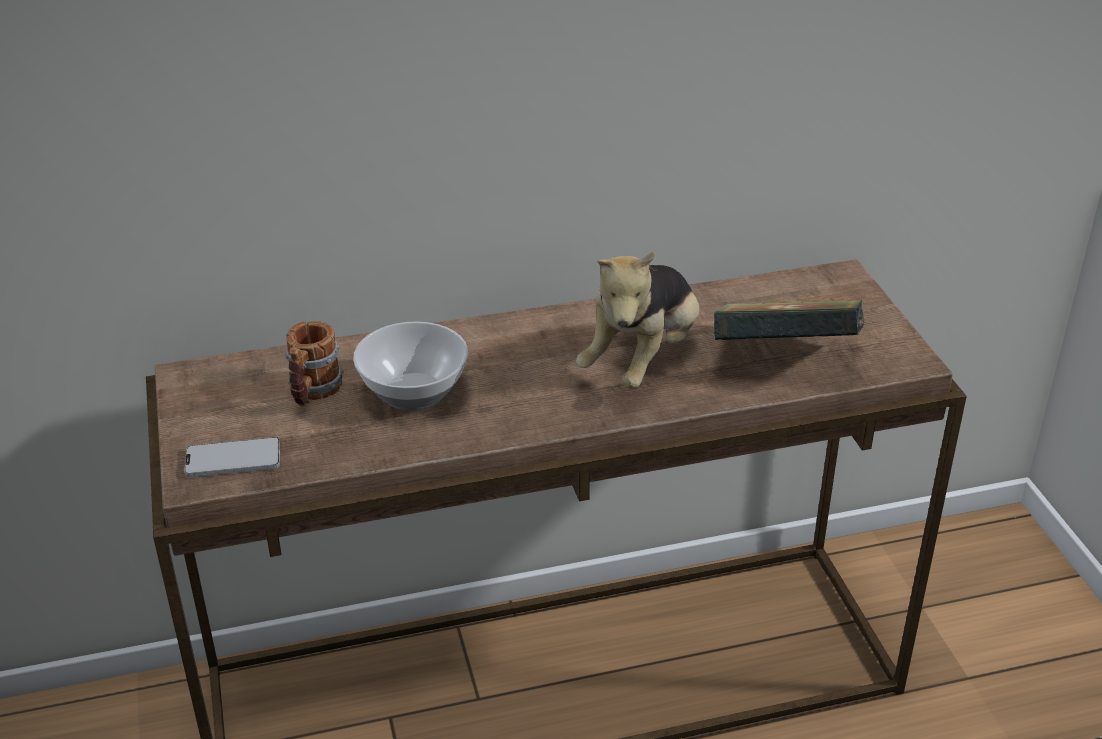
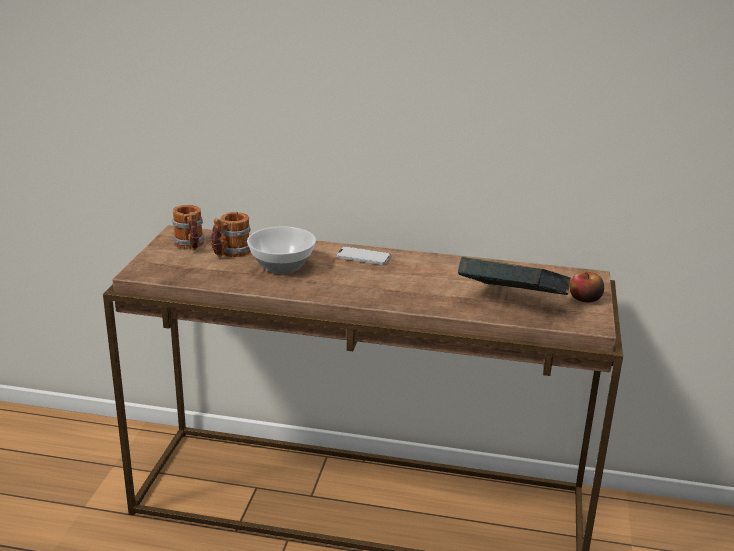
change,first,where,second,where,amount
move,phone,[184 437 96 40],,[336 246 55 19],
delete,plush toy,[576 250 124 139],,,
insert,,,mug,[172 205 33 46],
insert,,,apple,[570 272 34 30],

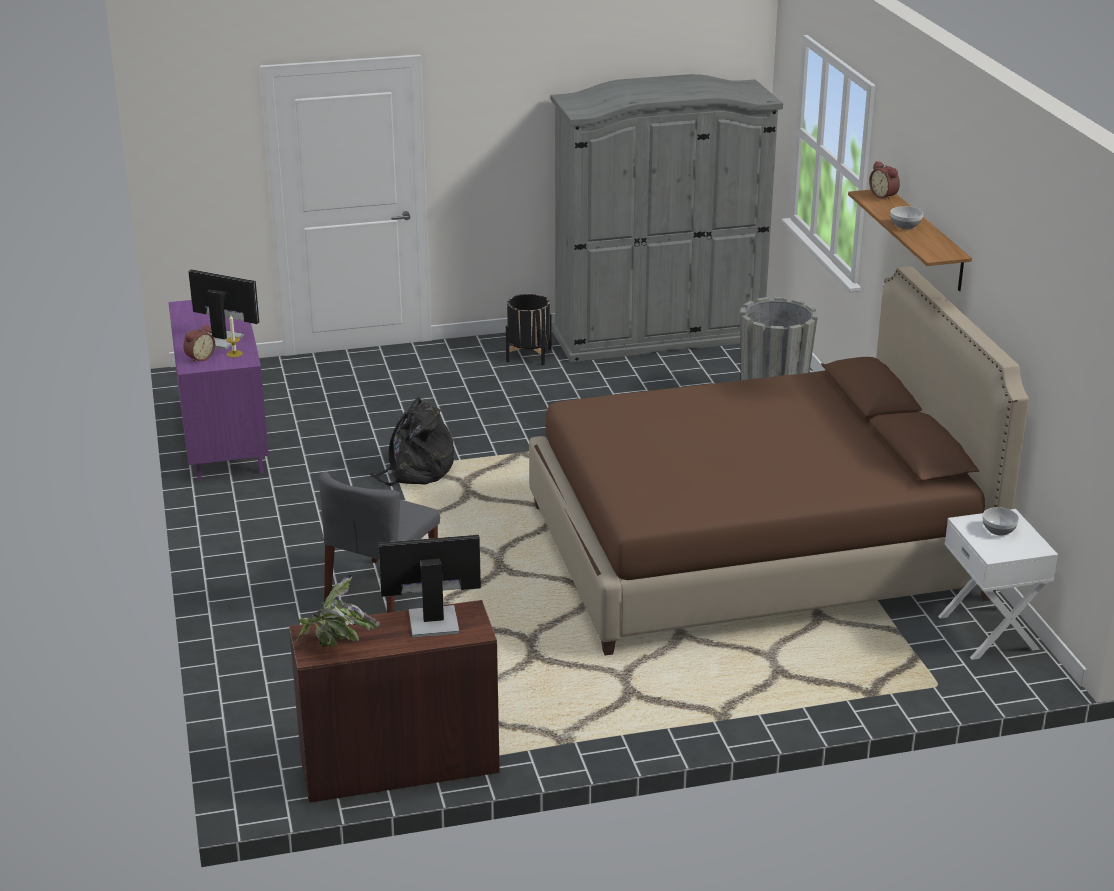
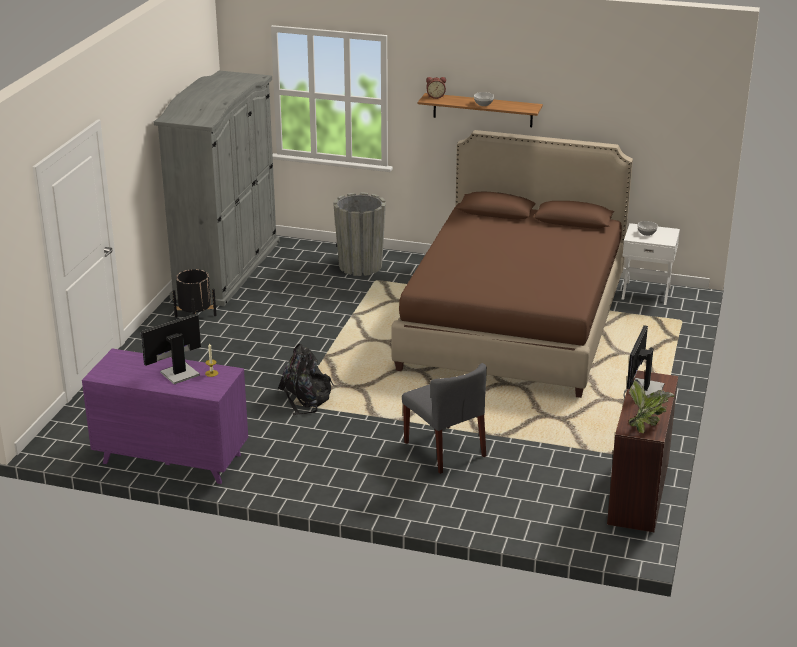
change,first,where,second,where,amount
delete,alarm clock,[183 325 32 38],,,

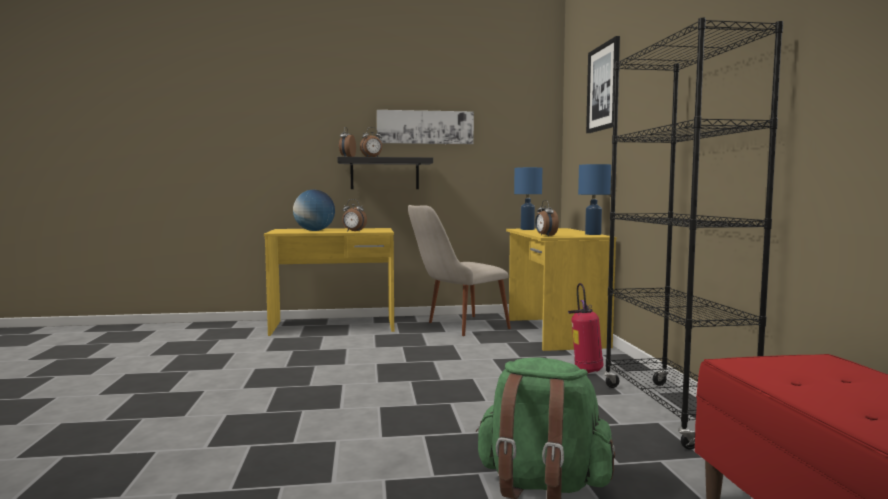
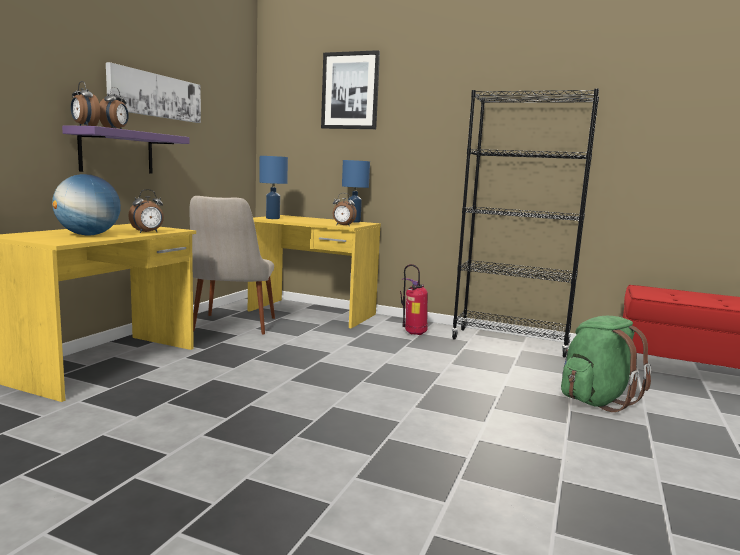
change,first,where,second,where,amount
recolor,black shelf,[337 157 96 32],purple shelf,[62 125 128 49],

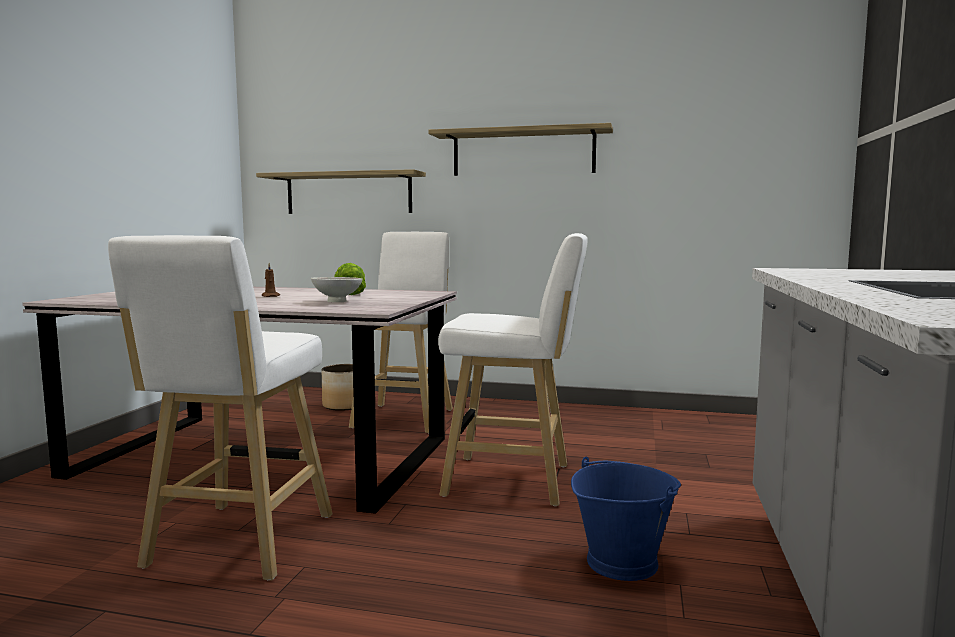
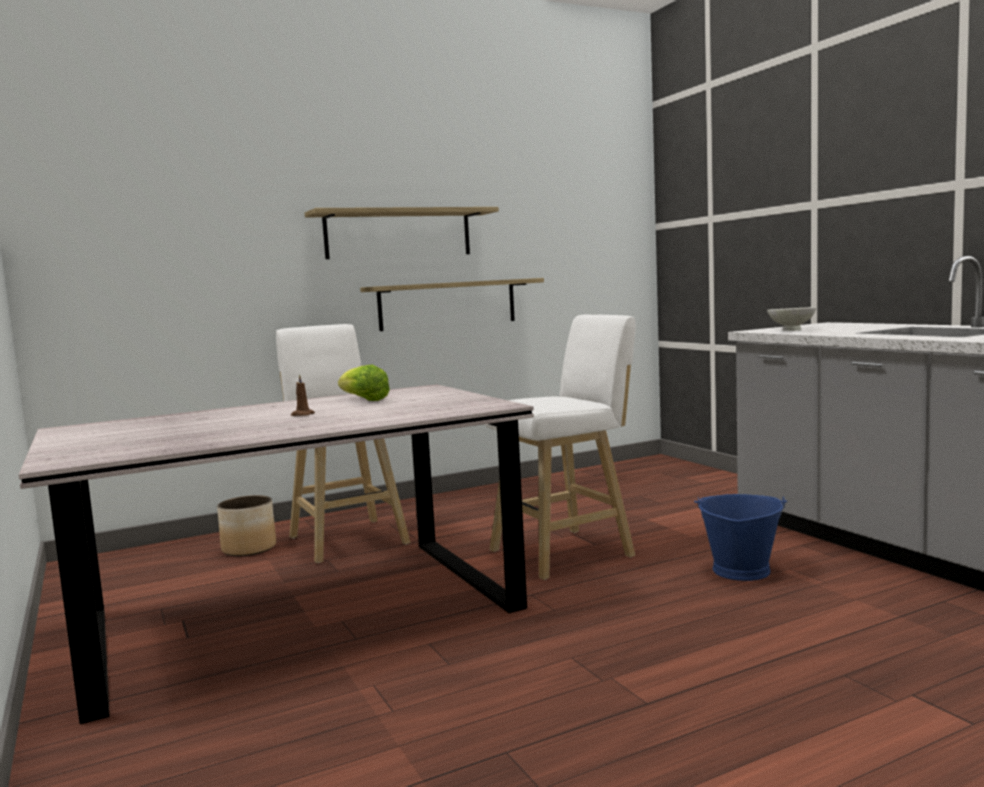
change,first,where,second,where,amount
delete,white stool,[108 235 225 346],,,
move,shelf,[256 169 170 45],,[360 278 184 53],
move,white bowl,[311 277 51 25],,[767 307 50 24],

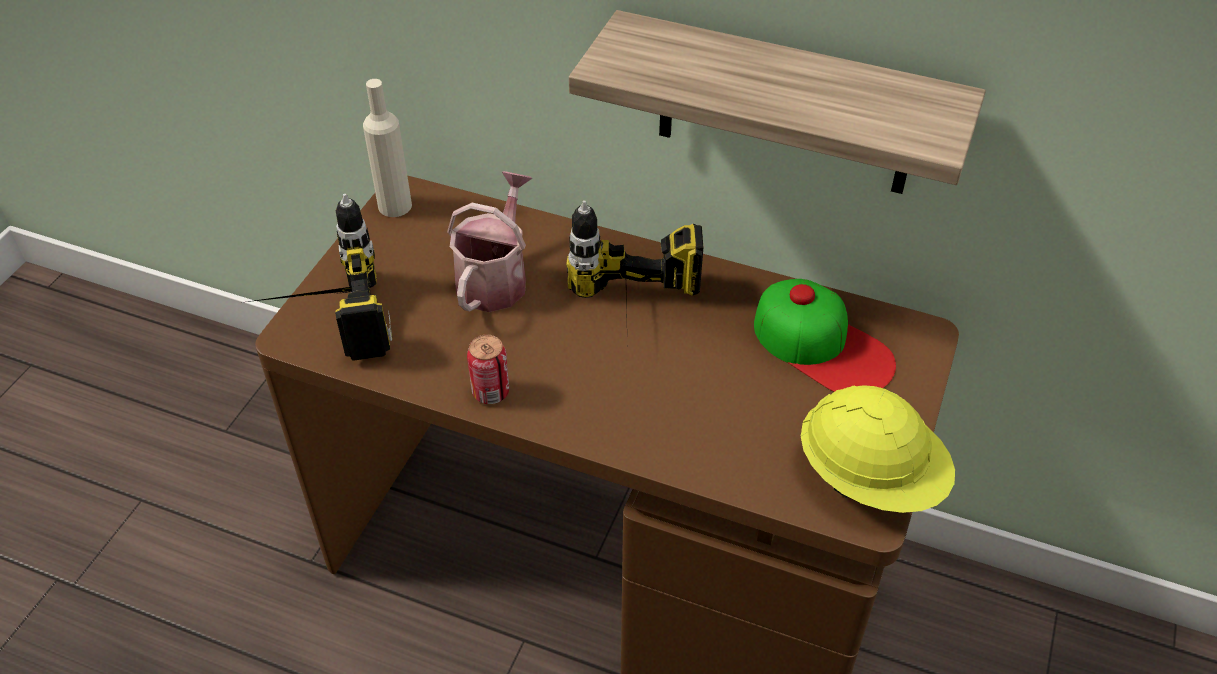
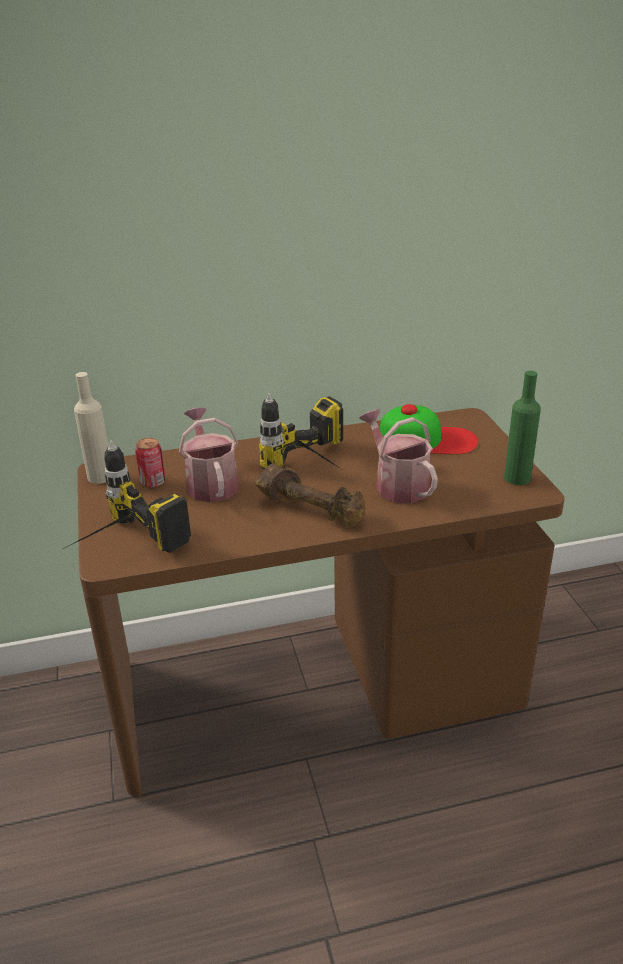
change,first,where,second,where,amount
move,can,[467 335 42 69],,[135 438 30 50],
delete,shelf,[569 10 417 184],,,
replace,yellow hard hat,[801 385 154 128],green bottle,[504 371 37 114],
insert,,,brown dumbbell,[255 463 110 64],
insert,,,watering can,[360 409 78 94],

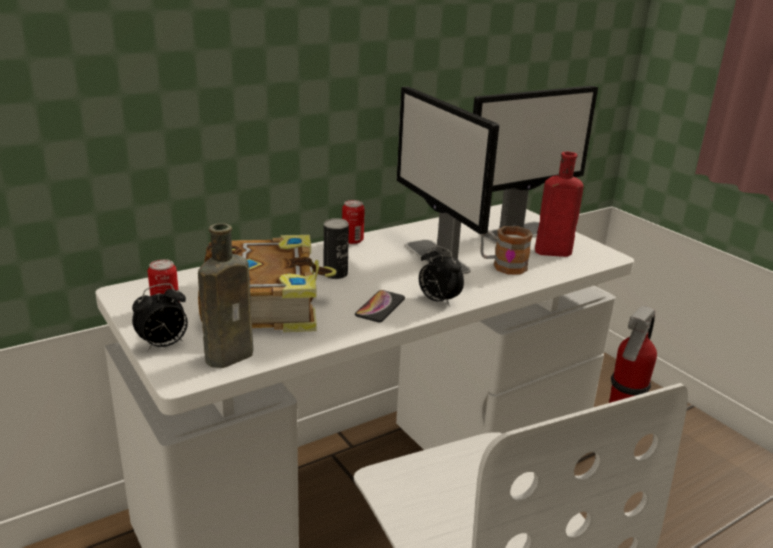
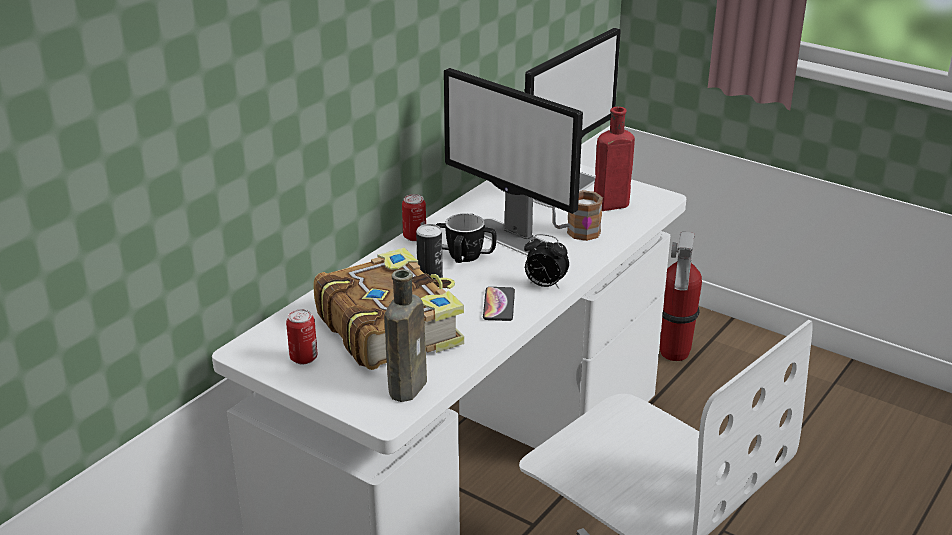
change,first,where,second,where,amount
delete,alarm clock,[132 283 56 68],,,
insert,,,mug,[436 213 60 50],

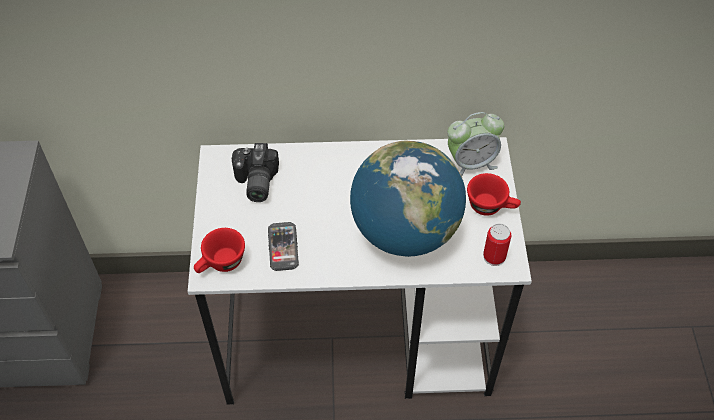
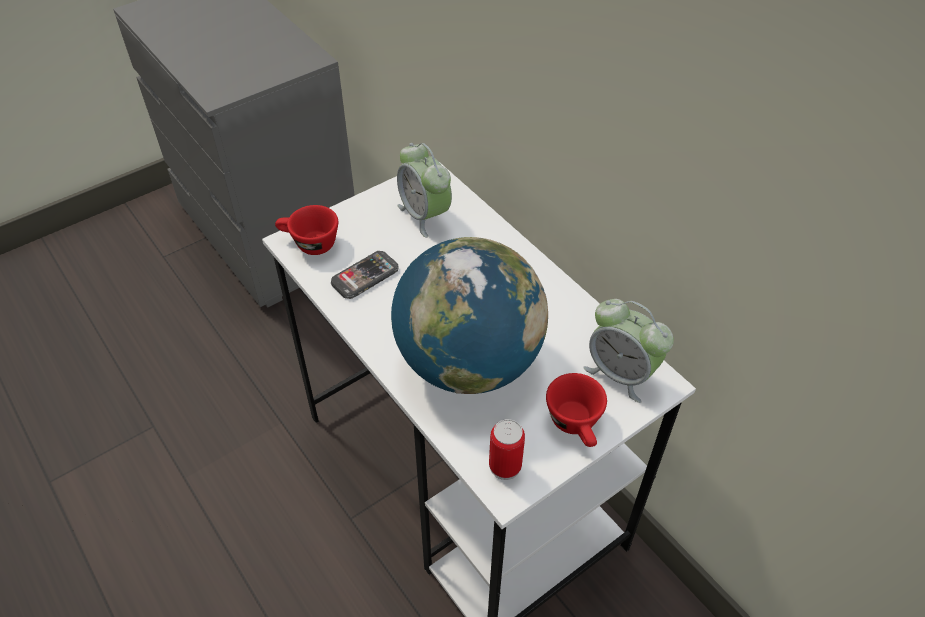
change,first,where,second,where,amount
replace,photo camera,[232 143 47 59],alarm clock,[397 143 55 95],

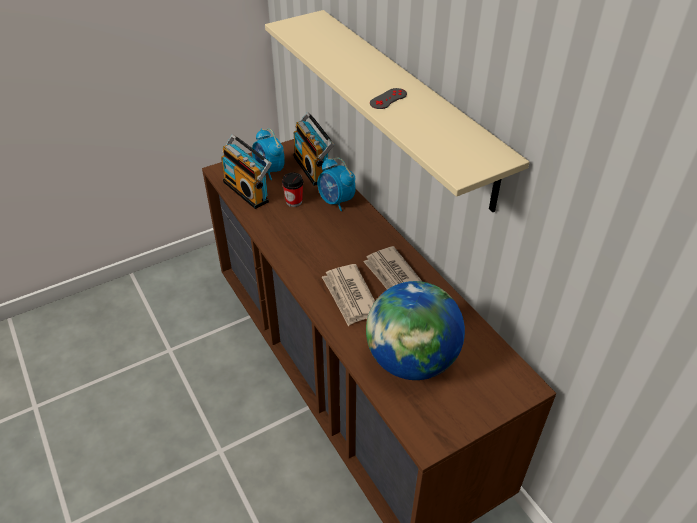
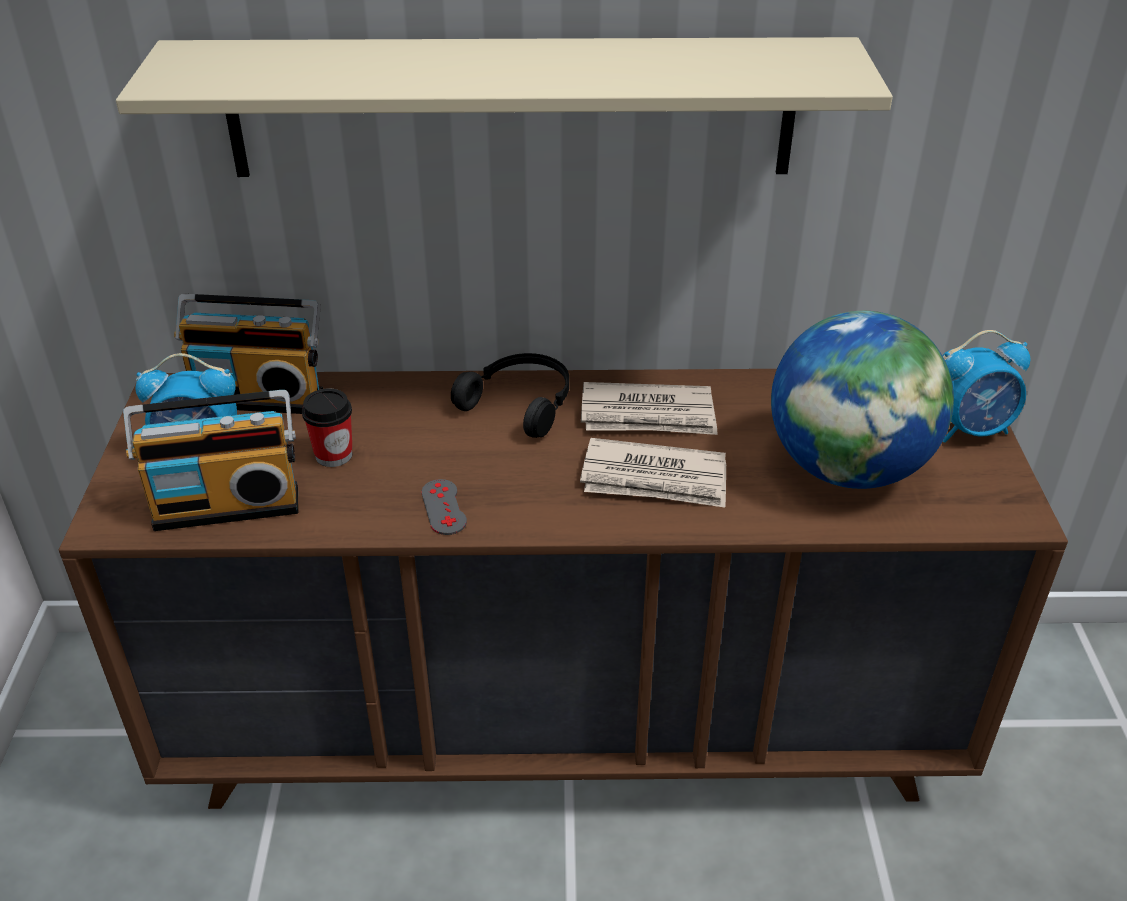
change,first,where,second,where,amount
move,alarm clock,[317 157 39 54],,[942 330 88 113],
move,grey game controller,[370 88 37 21],,[421 479 46 56],
insert,,,black headphones,[451 353 118 85],

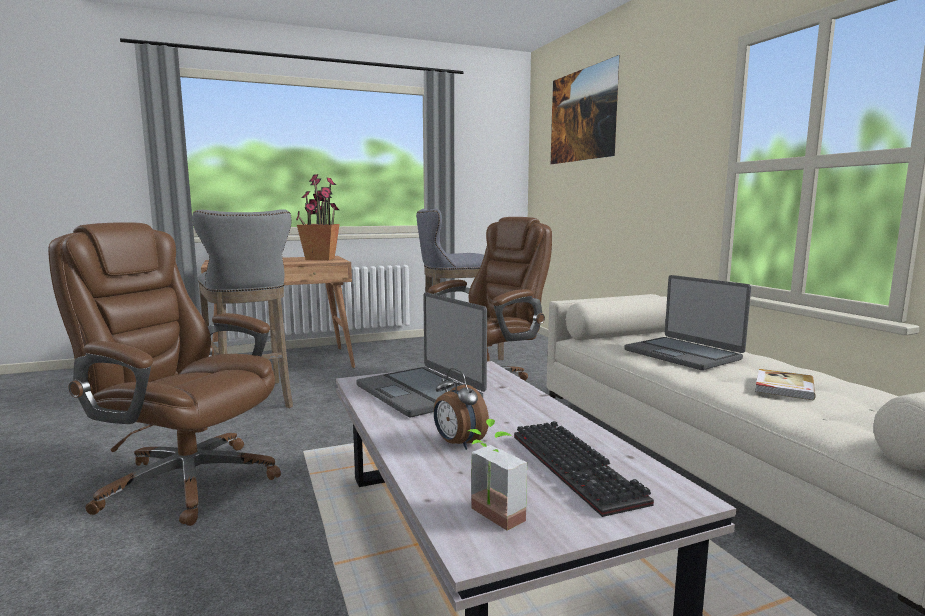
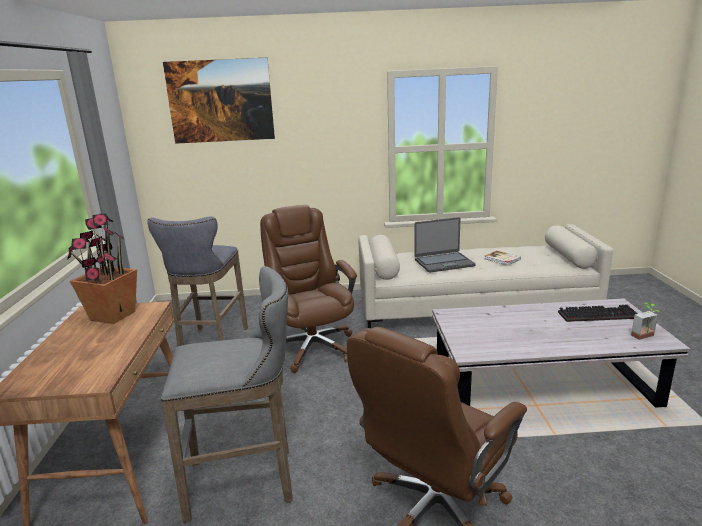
change,first,where,second,where,amount
delete,laptop,[356 292 131 125],,,
delete,alarm clock,[433 368 56 82],,,

